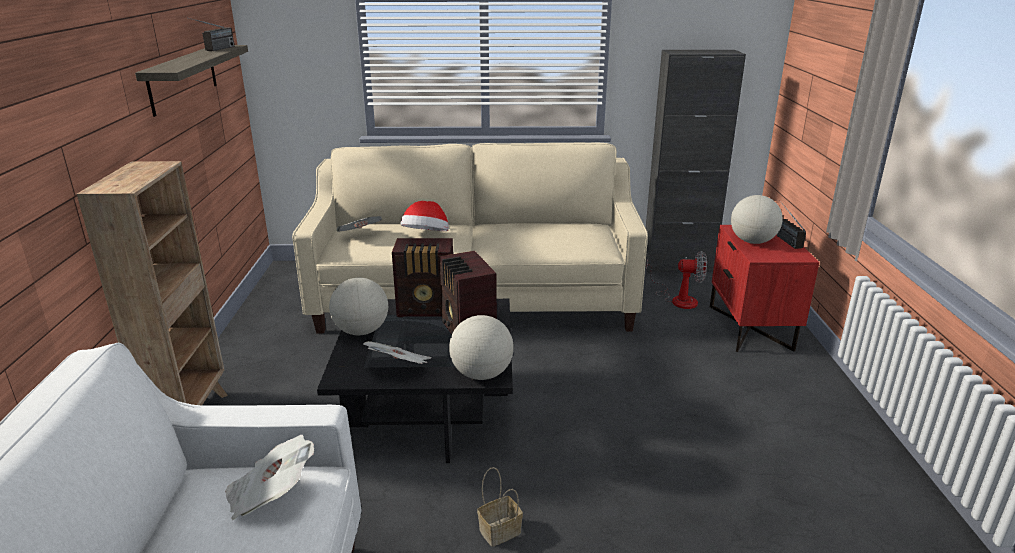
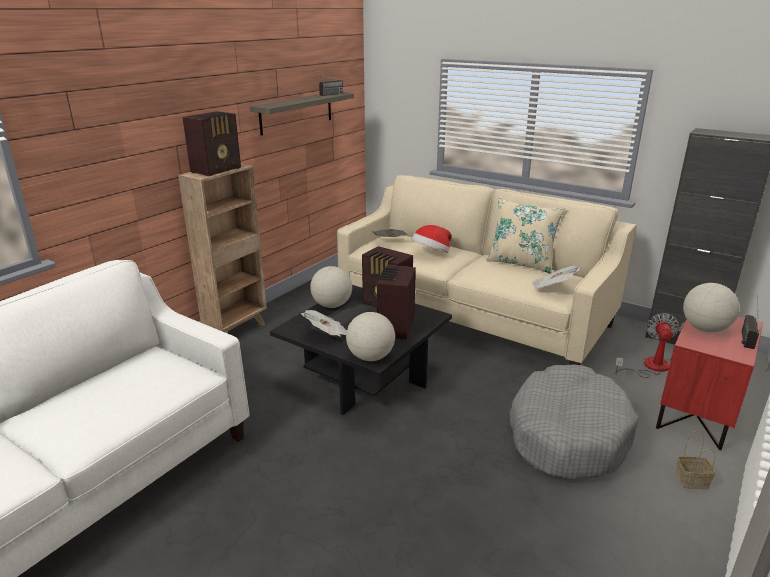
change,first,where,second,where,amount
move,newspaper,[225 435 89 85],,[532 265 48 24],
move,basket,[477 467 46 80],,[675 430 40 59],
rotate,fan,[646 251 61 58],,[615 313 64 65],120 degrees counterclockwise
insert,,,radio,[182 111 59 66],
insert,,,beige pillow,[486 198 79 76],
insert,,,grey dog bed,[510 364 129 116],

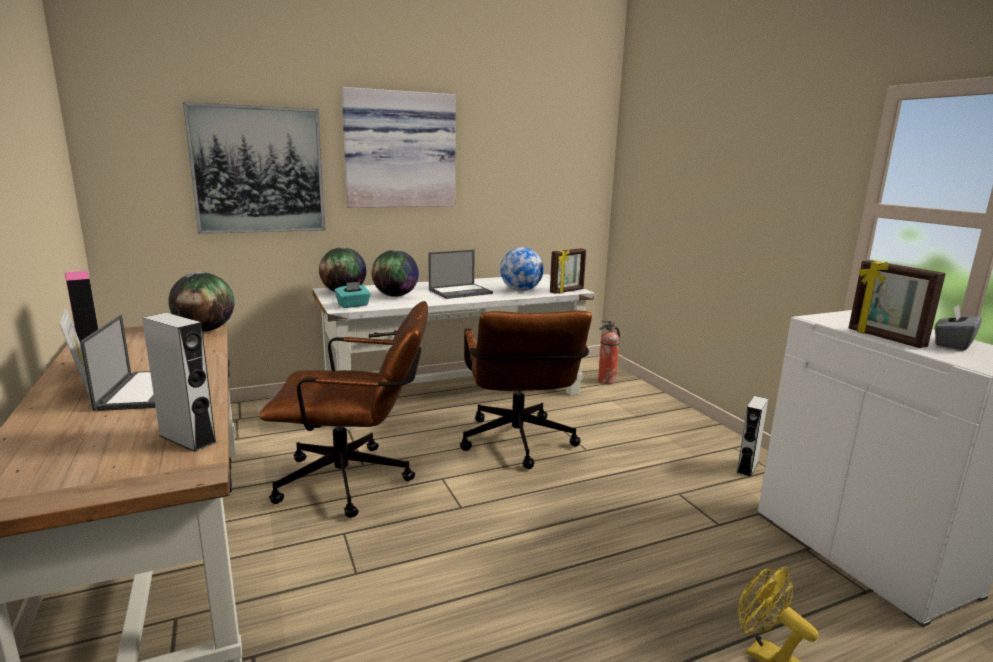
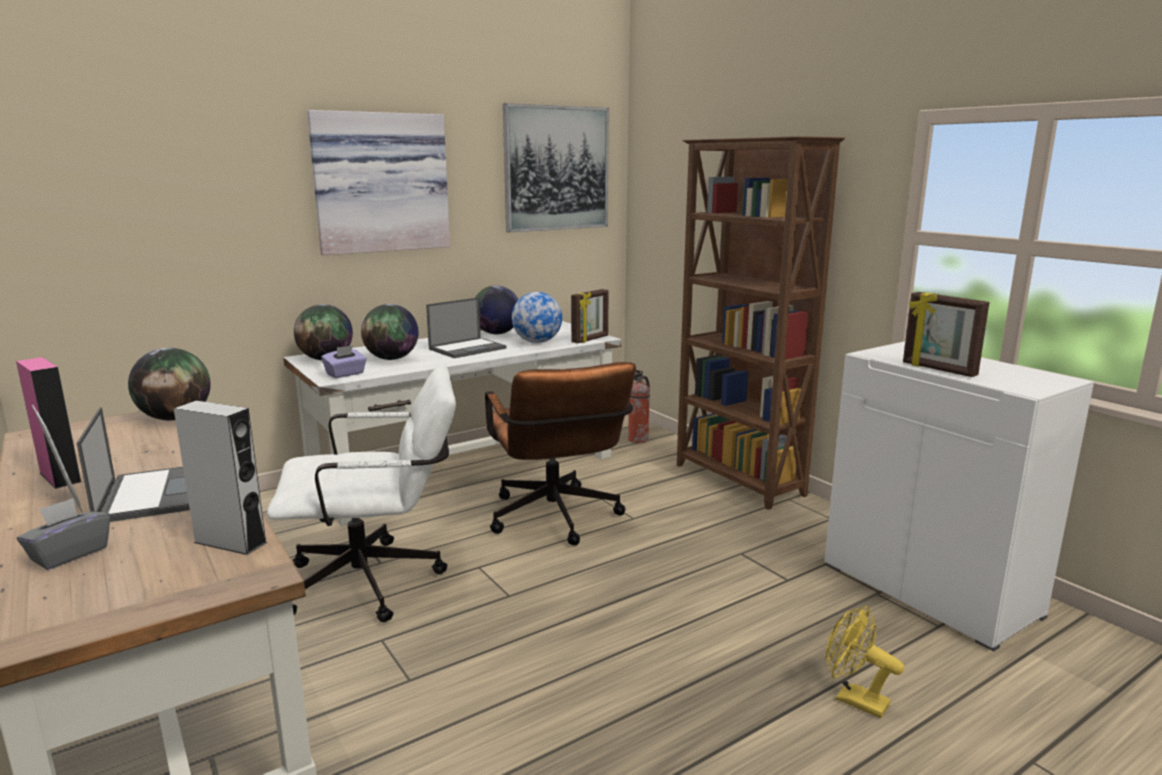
change,first,where,second,where,amount
move,picture,[183 102 142 132],,[503 103 106 130],
recolor,brown office chair,[260 301 168 217],white office chair,[267 364 189 258],
recolor,turquoise tissue box,[334 282 37 26],purple tissue box,[321 345 46 33],
delete,grey speaker,[736 396 32 81],,,
move,grey tissue box,[935 304 47 46],,[17 498 93 72],
insert,,,globe,[475 285 43 49],
insert,,,brown bookcase,[677 136 168 374],

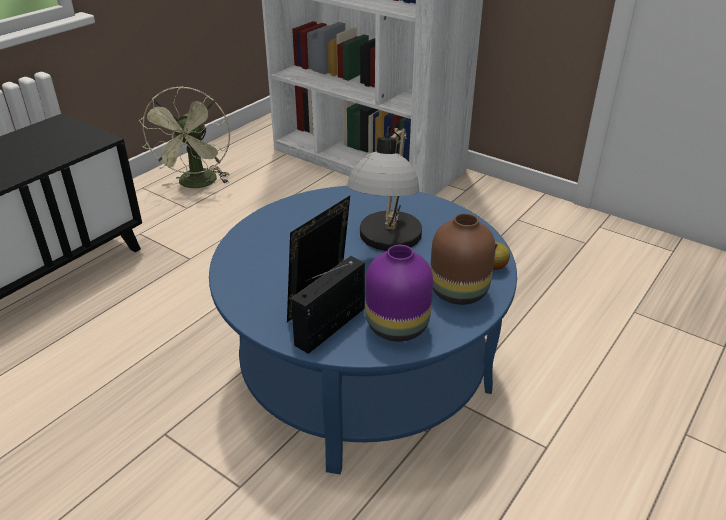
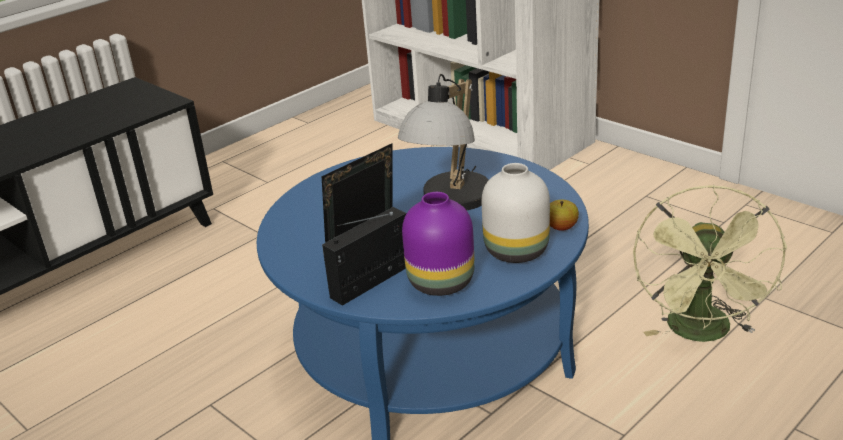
change,first,where,second,where,amount
move,green fan,[139 86 91 102],,[633 185 154 157],
recolor,brown vase,[430 213 66 92],white vase,[482 163 68 100],

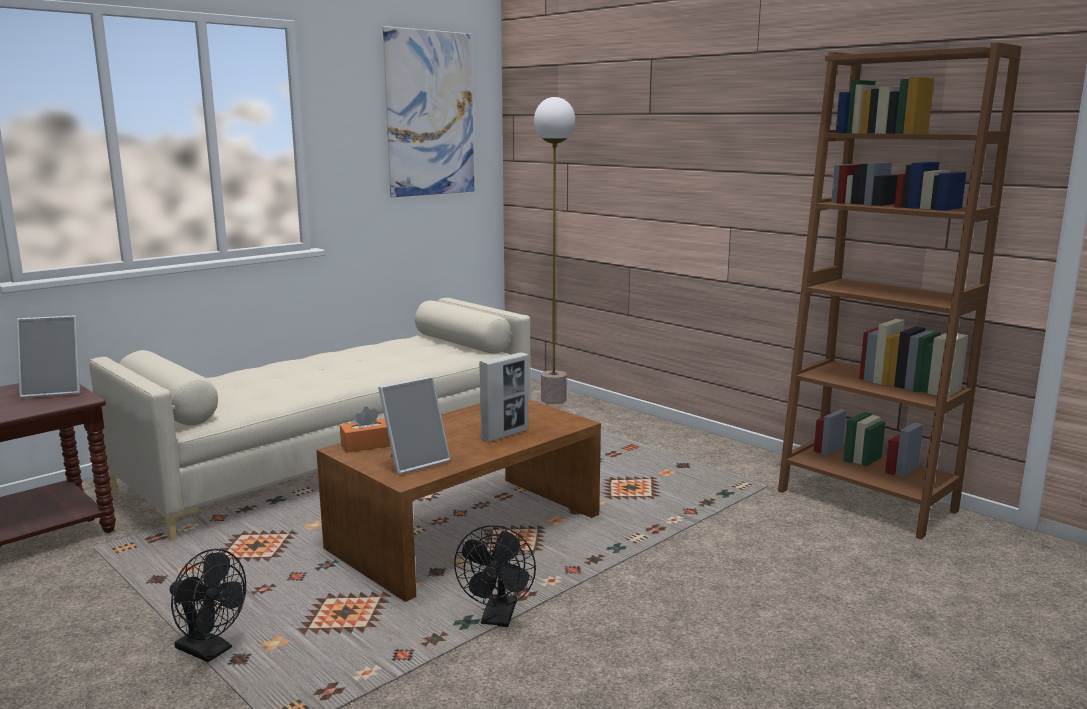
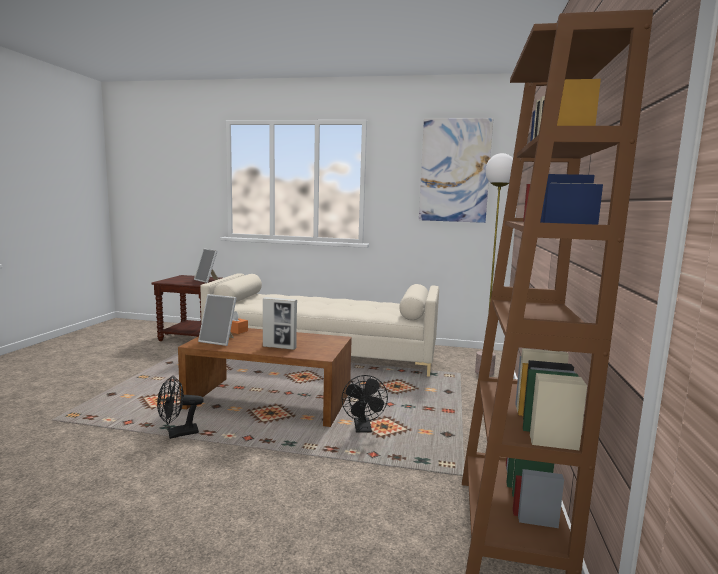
change,first,where,second,where,amount
move,black fan,[170 549 76 113],,[342 375 46 58],

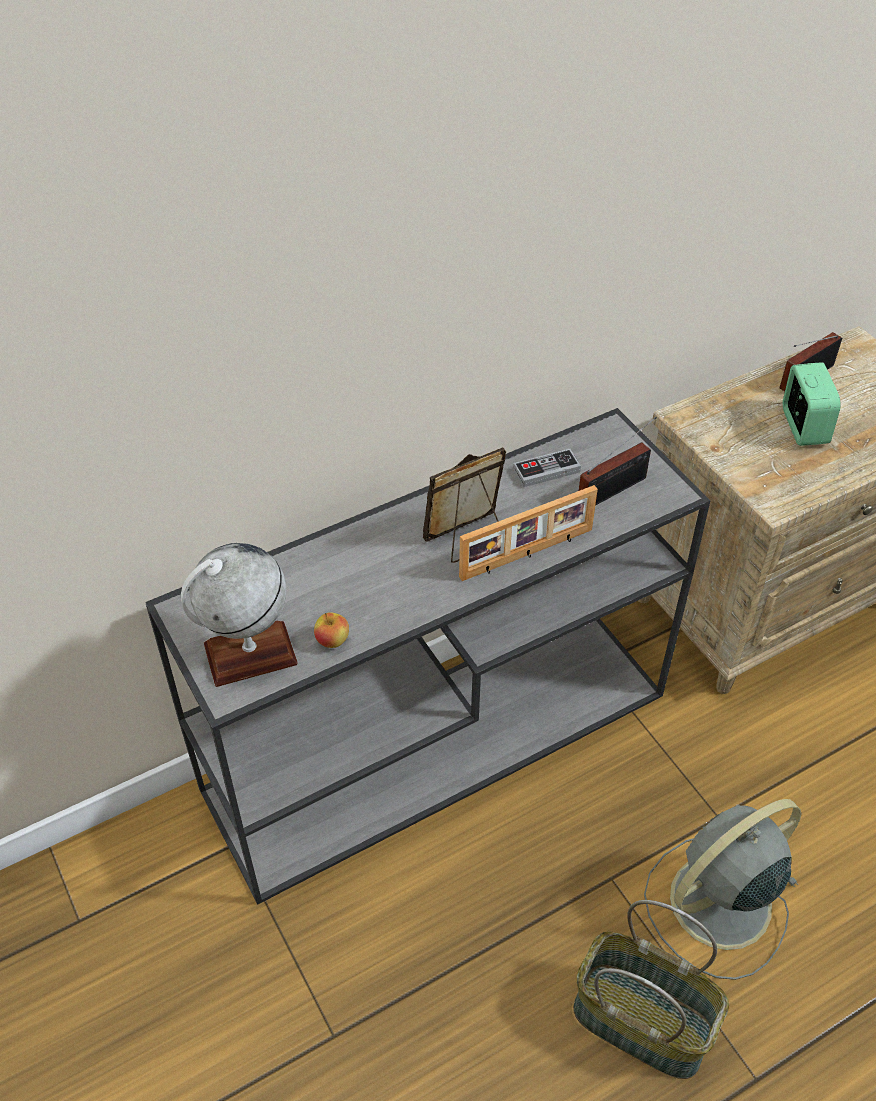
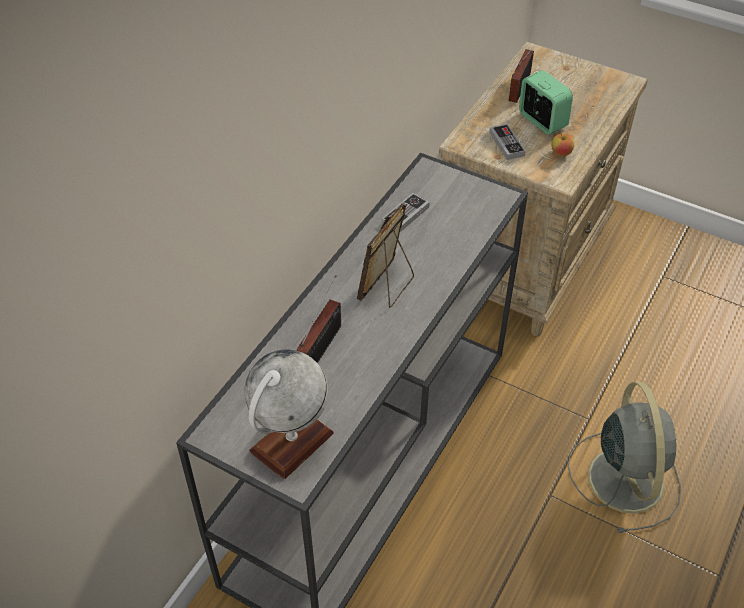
change,first,where,second,where,amount
move,apple,[314 612 35 36],,[552 133 22 24],
delete,picture frame,[459 485 139 96],,,
delete,basket,[573 900 156 179],,,
move,radio,[579 417 78 89],,[297 275 44 88],
rotate,grey fan,[644 799 157 181],,[568 382 113 151],150 degrees clockwise
insert,,,game controller,[489 124 37 36],

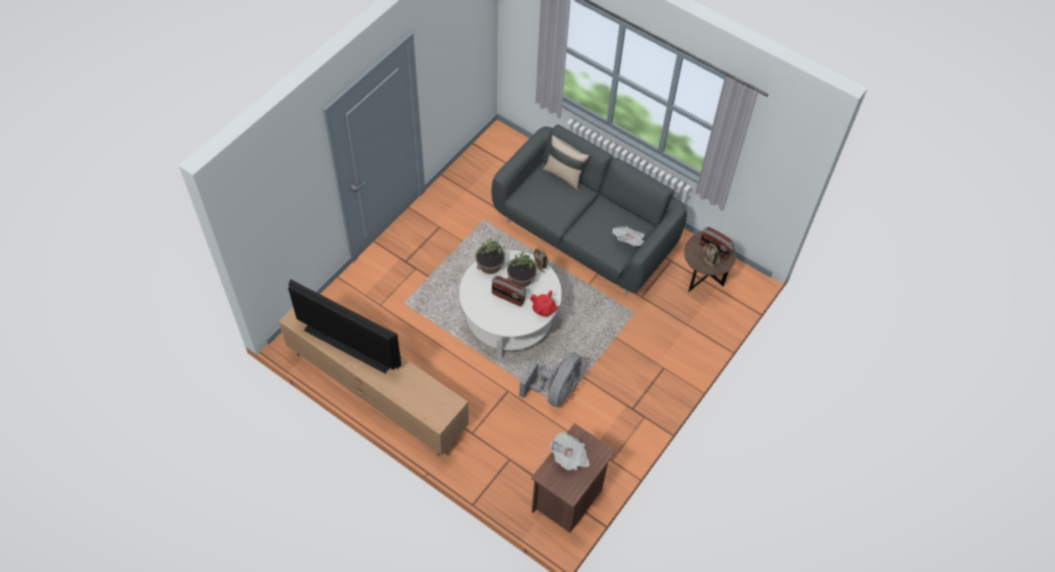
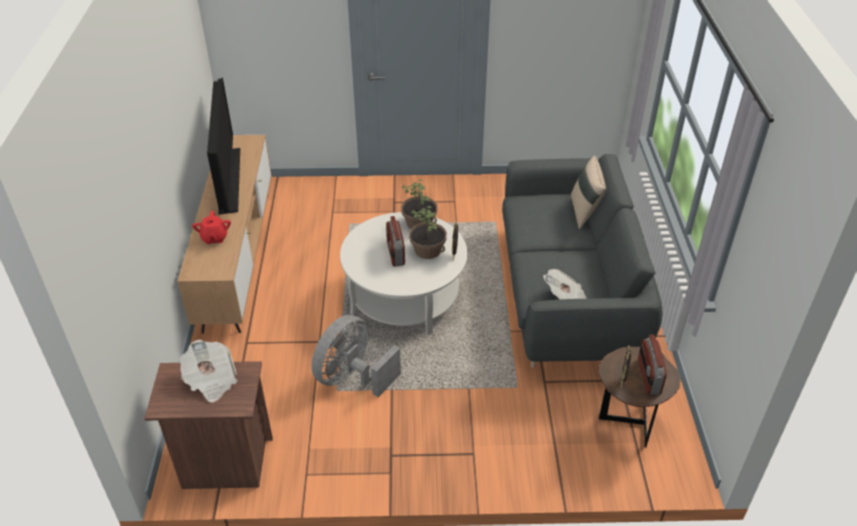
change,first,where,second,where,amount
rotate,grey fan,[519 353 63 54],,[311 315 90 82],135 degrees clockwise
move,red teapot,[530 290 29 27],,[192 211 39 33],

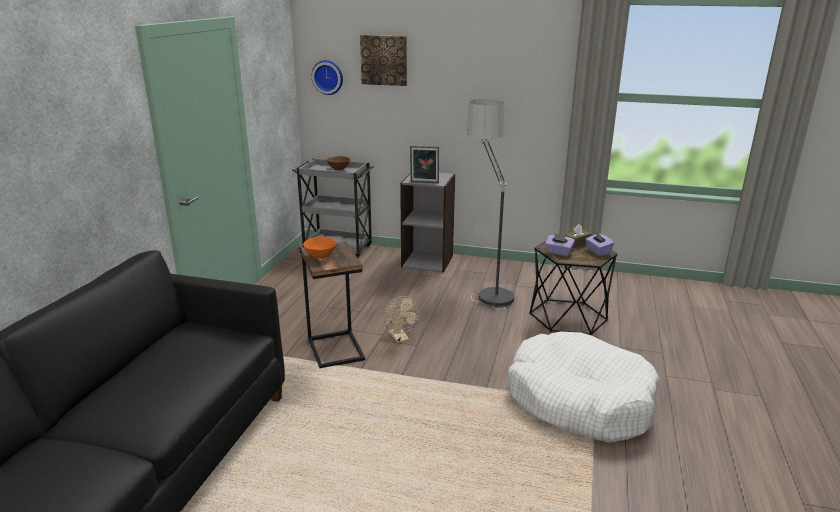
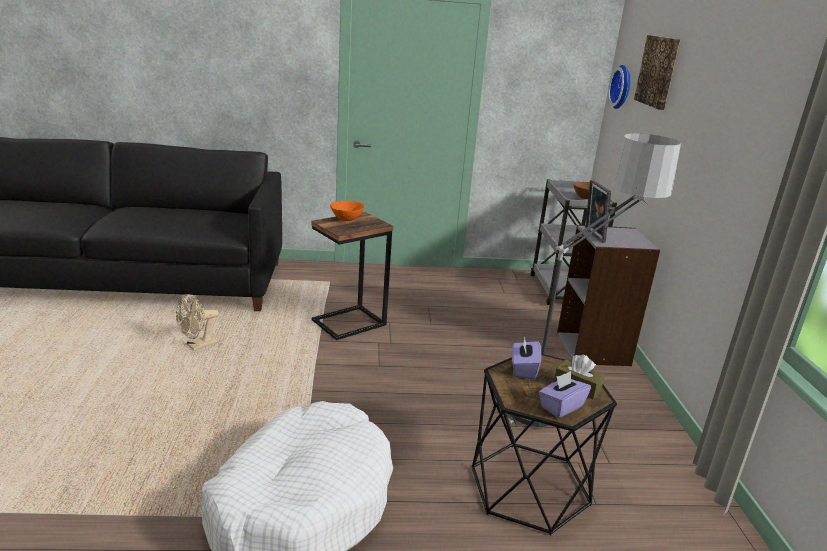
change,first,where,second,where,amount
move,beige fan,[384 296 36 47],,[176 294 43 57],

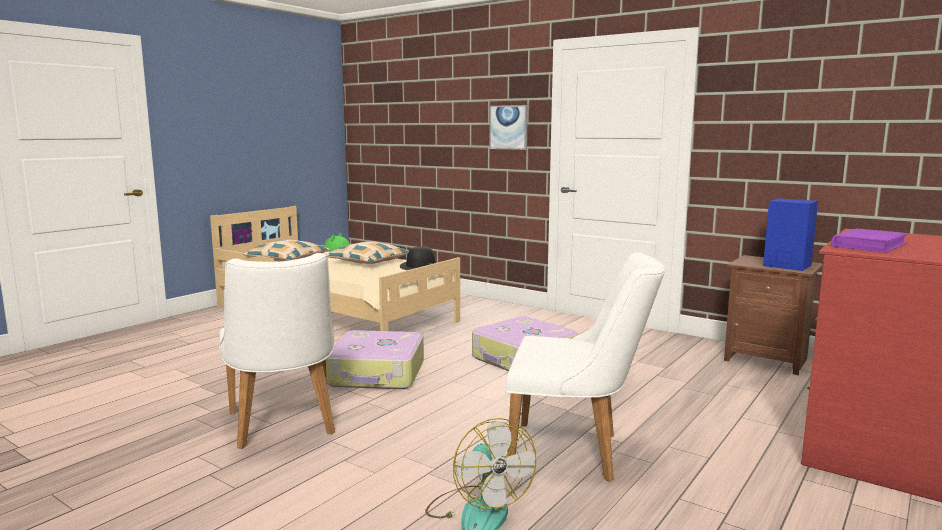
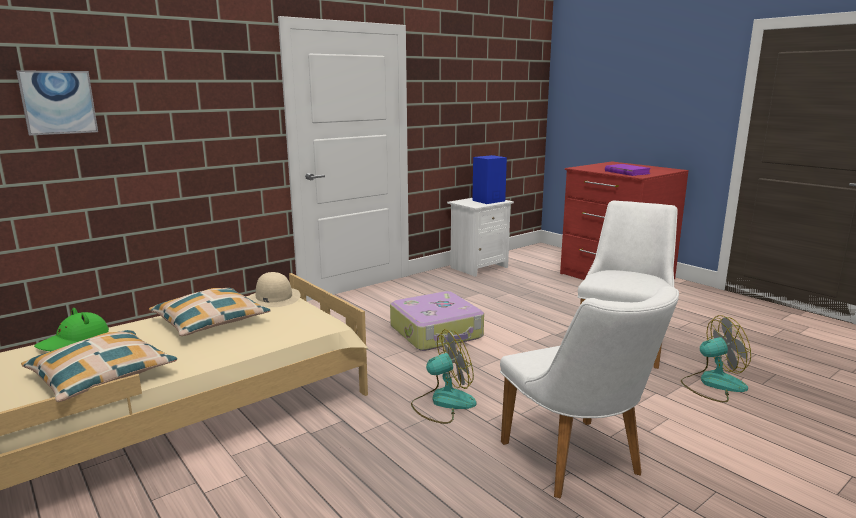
change,first,where,second,where,amount
rotate,white chair,[219 253 116 196],,[500 286 179 213],75 degrees clockwise
replace,suitcase,[326 330 98 59],fan,[411 329 66 95],
recolor,black hat,[400 246 35 24],beige hat,[247 272 54 35],
move,picture,[490 105 38 45],,[16 70 82 66],
recolor,brown nightstand,[724 255 99 120],white nightstand,[447 198 67 79],

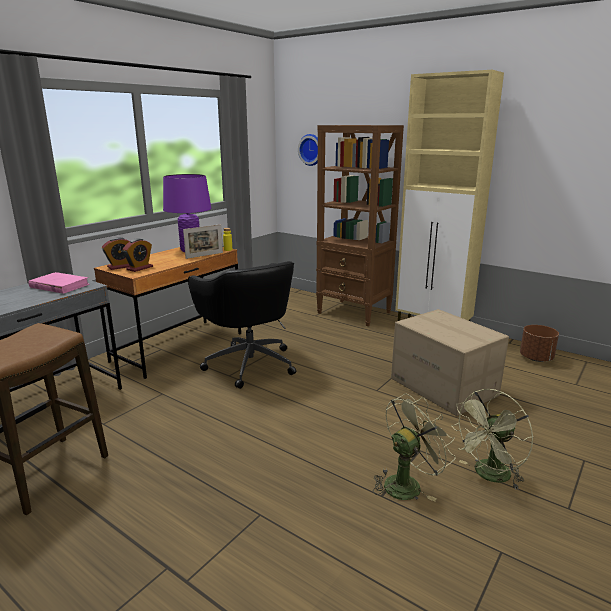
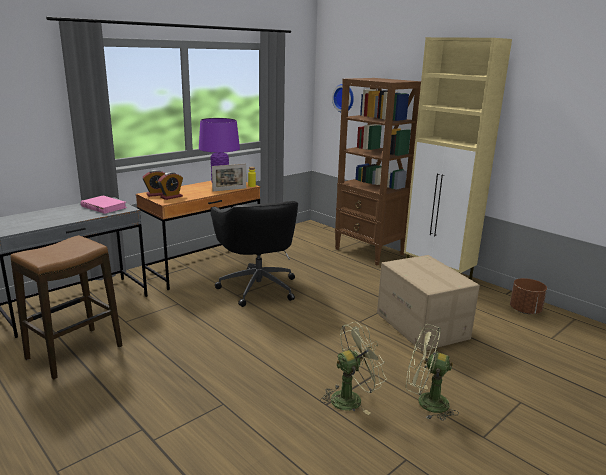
change,first,where,second,where,amount
rotate,green fan,[451 389 82 101],,[406 324 53 97],45 degrees clockwise

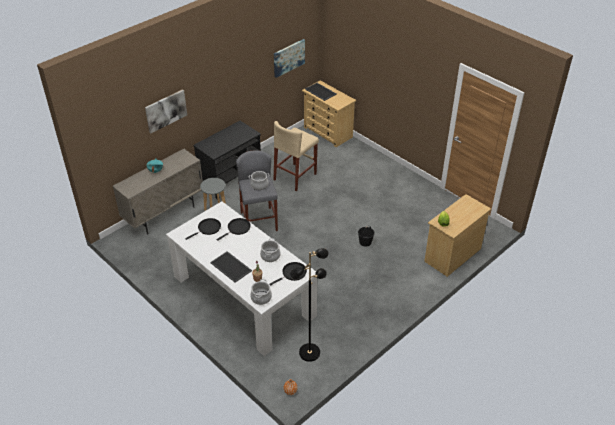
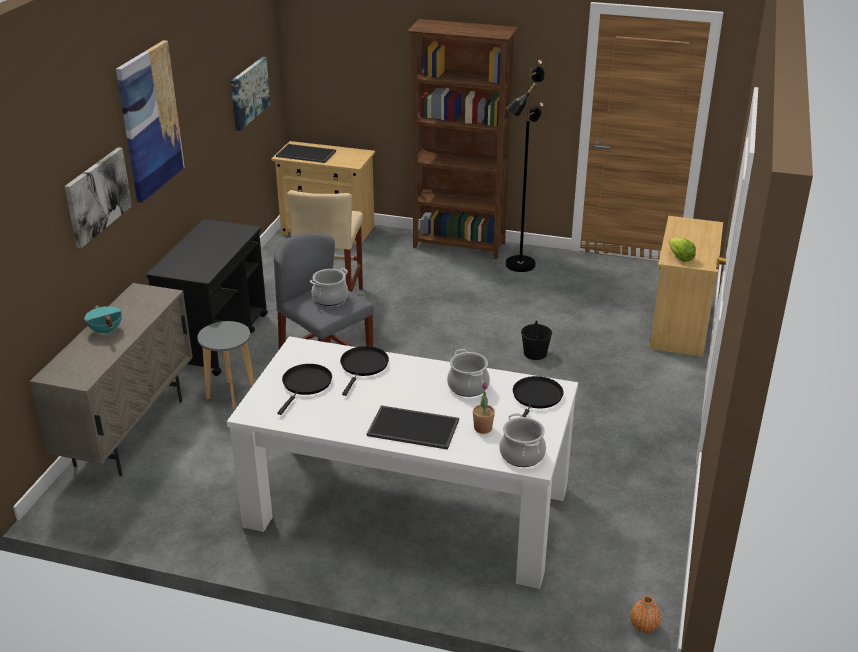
change,first,where,second,where,amount
move,black floor lamp,[290 248 39 114],,[506 60 39 212],
insert,,,picture,[116 40 68 163],
insert,,,brown bookcase,[407 19 111 240],

